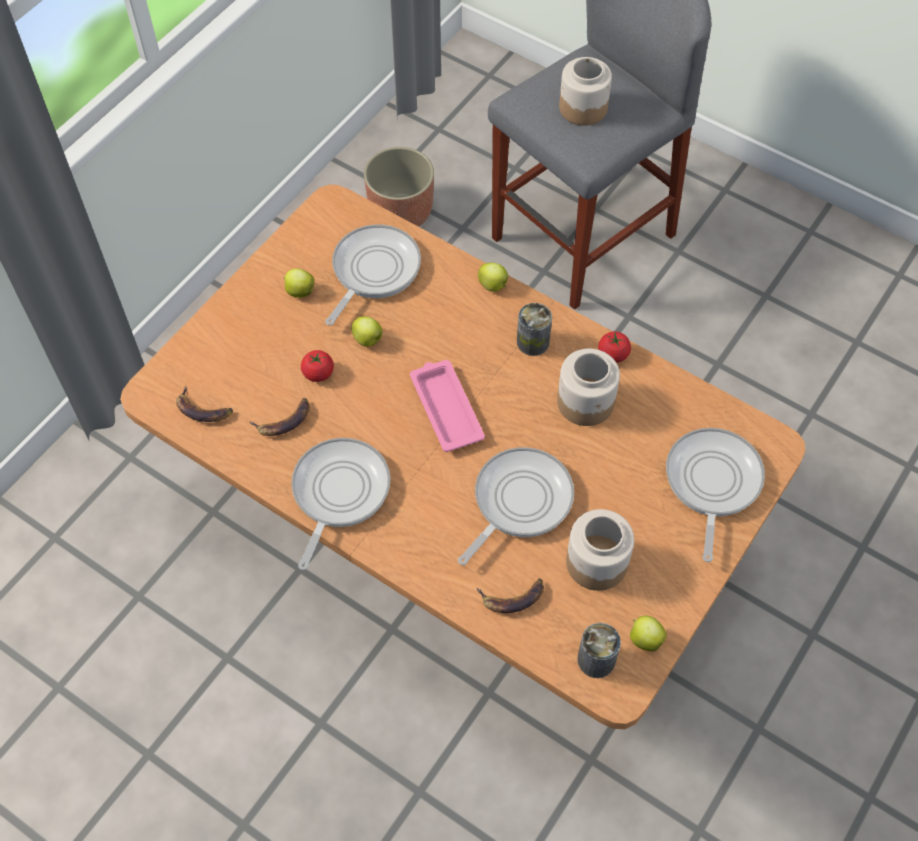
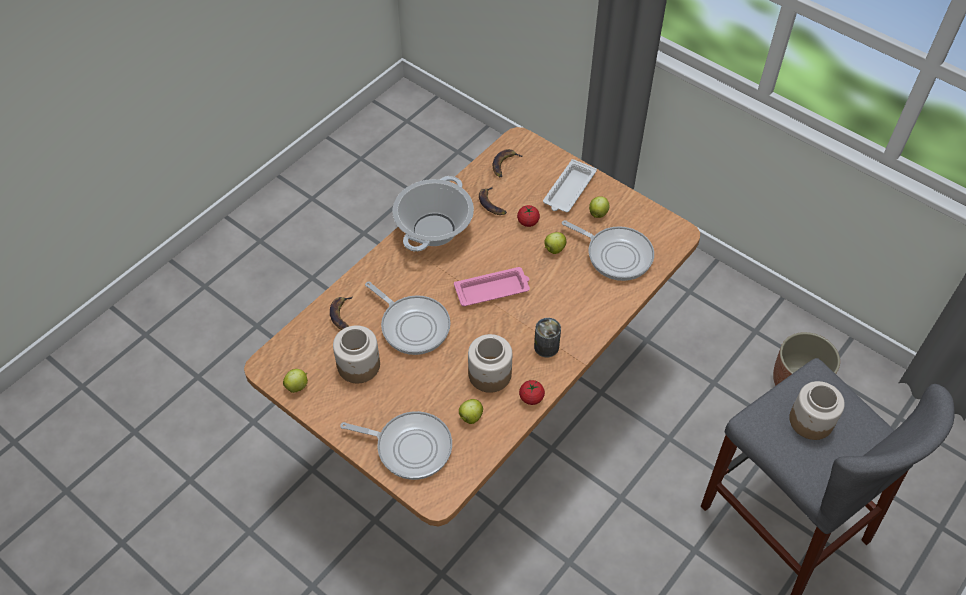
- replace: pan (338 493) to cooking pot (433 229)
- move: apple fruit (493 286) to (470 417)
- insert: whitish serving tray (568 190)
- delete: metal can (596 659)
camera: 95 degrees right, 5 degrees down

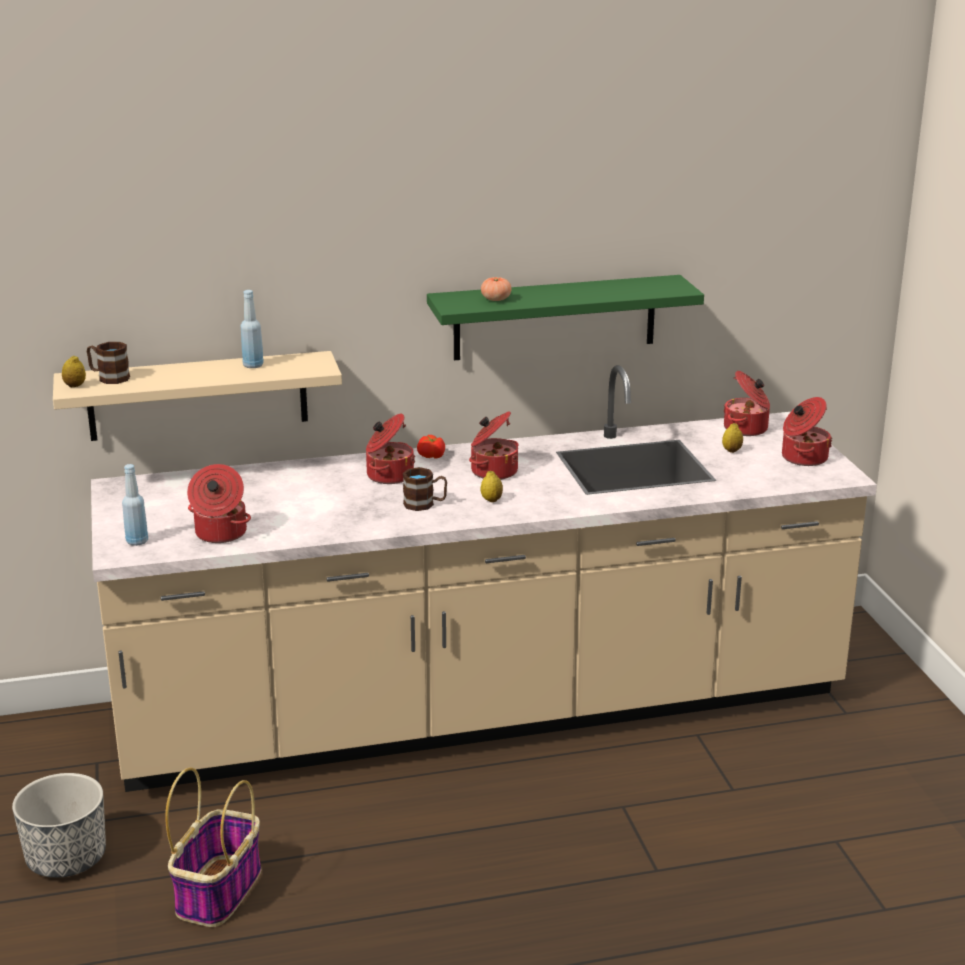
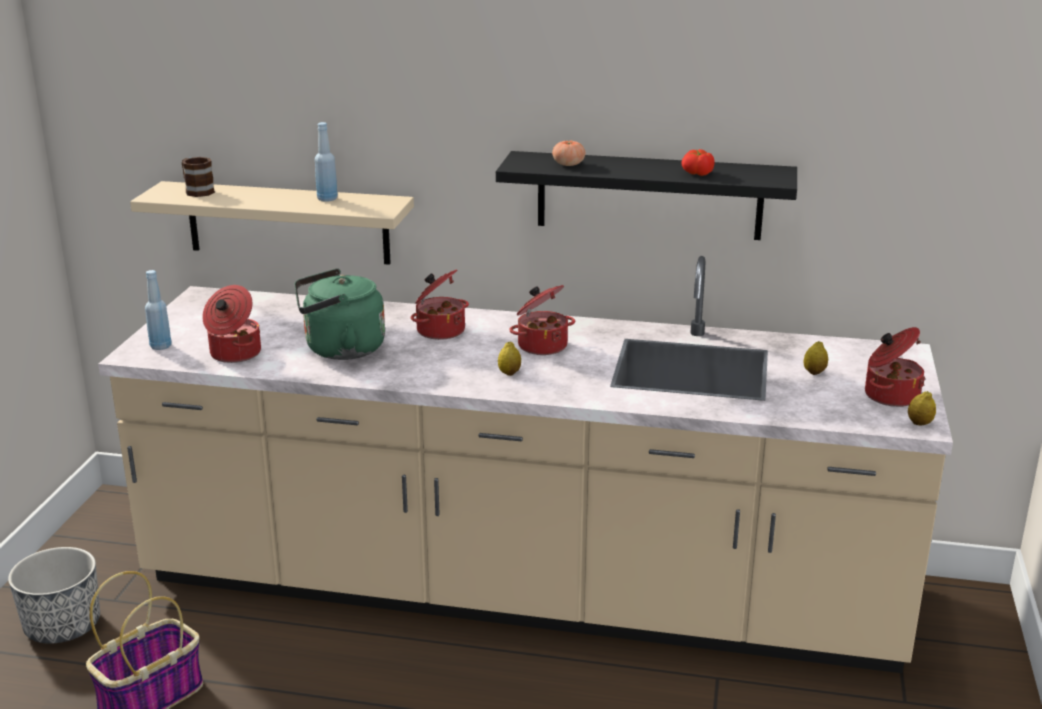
- insert: green water kettle (340 349)
- recolor: green wall shelf (555 317) to black-coloured wall shelf (649 195)
- move: fresh tomato (431 456) to (697 173)
- move: lemon (75 386) to (919 423)
- delete: brown mug (425 504)
- delete: cooking pot (747 429)
camera: 25 degrees right, 0 degrees up

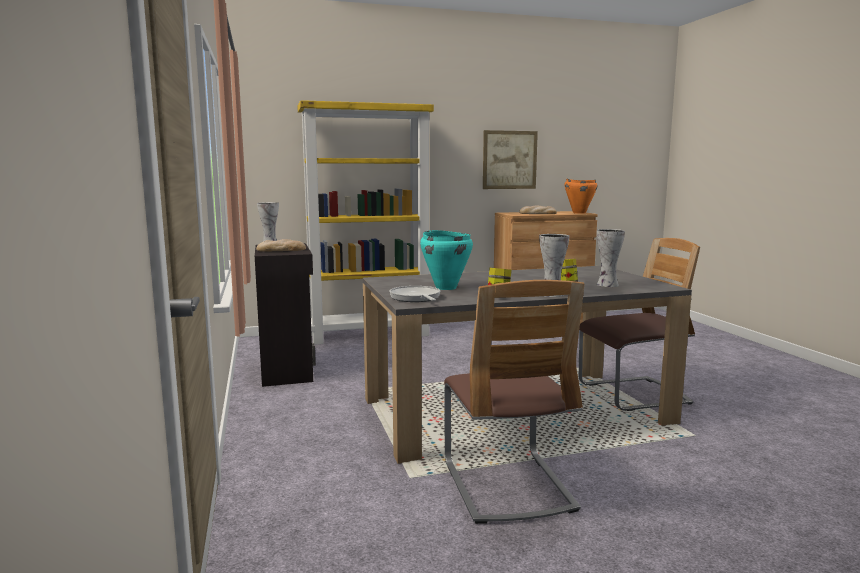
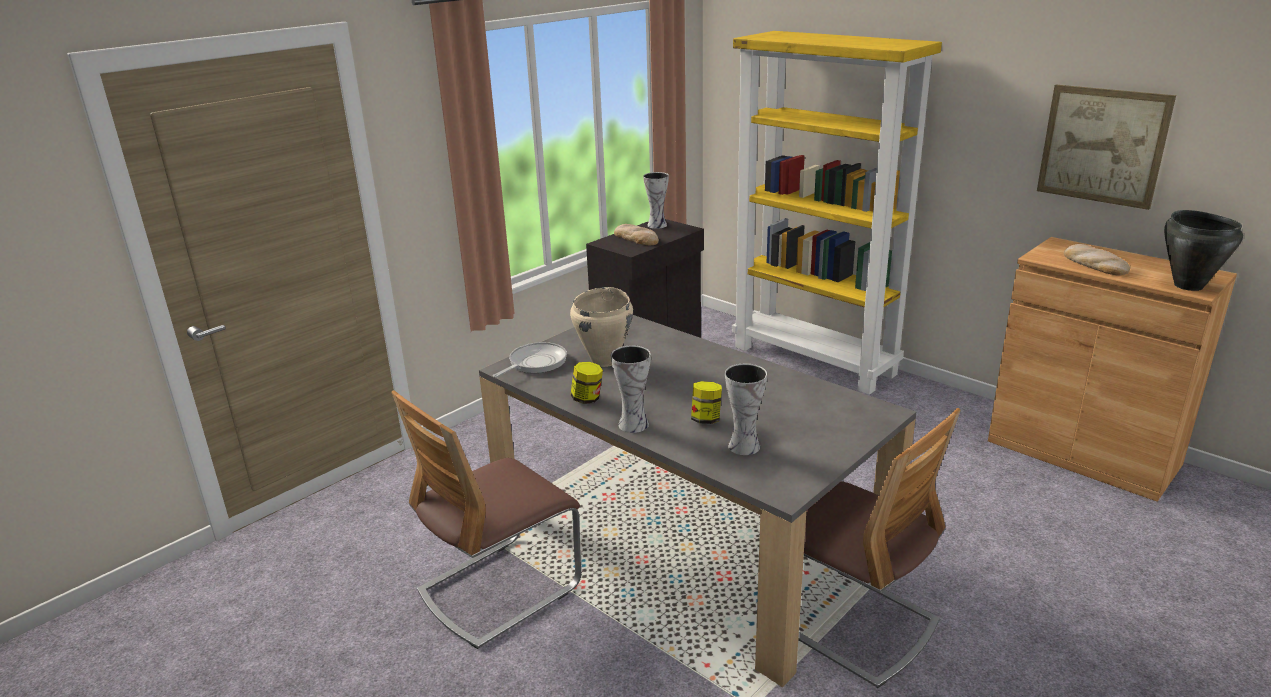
- recolor: turquoise cooking pot (446 288) to beige cooking pot (605 361)
- recolor: orange cooking pot (579 213) to black-coloured cooking pot (1188 285)
camera: 60 degrees right, 15 degrees up

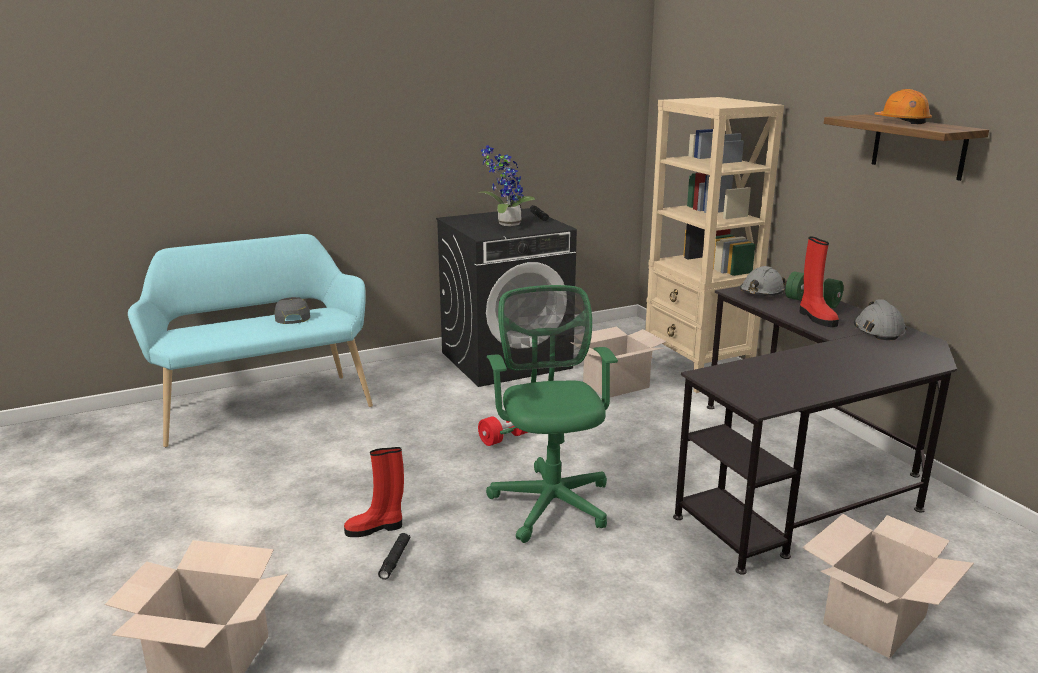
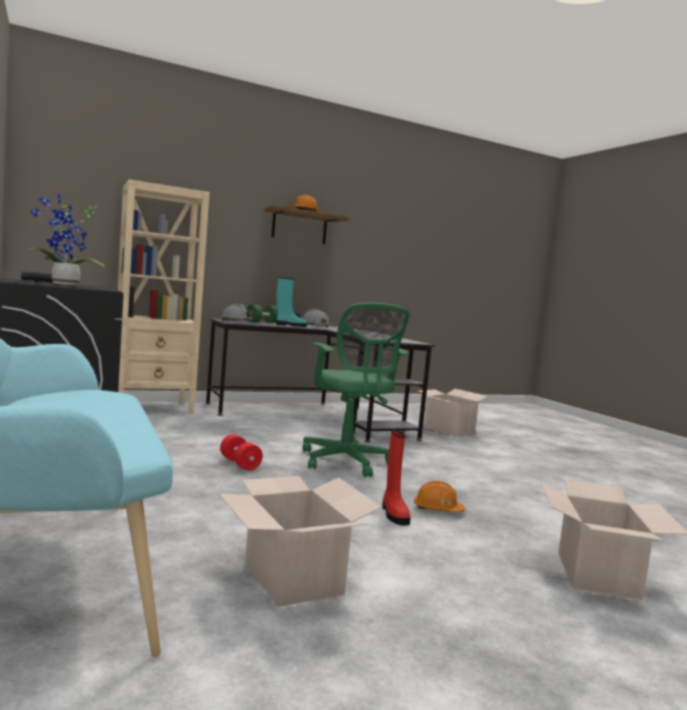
- move: packing box (616 385) to (294 578)
- recolor: reddish high-top boot (816 318) to turquoise high-top boot (290 325)
- rotate: green office chair (551 500) = (347 462) 105 degrees counterclockwise
- replace: black-coloured hand torch (395 560) to orange work helmet (437 509)
- delete: gray peaked cap (292 317)
camera: 90 degrees left, 15 degrees down

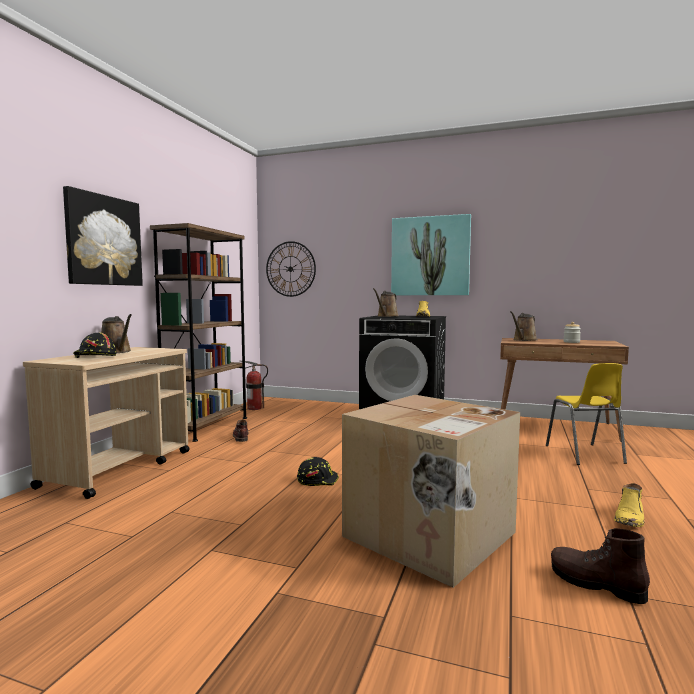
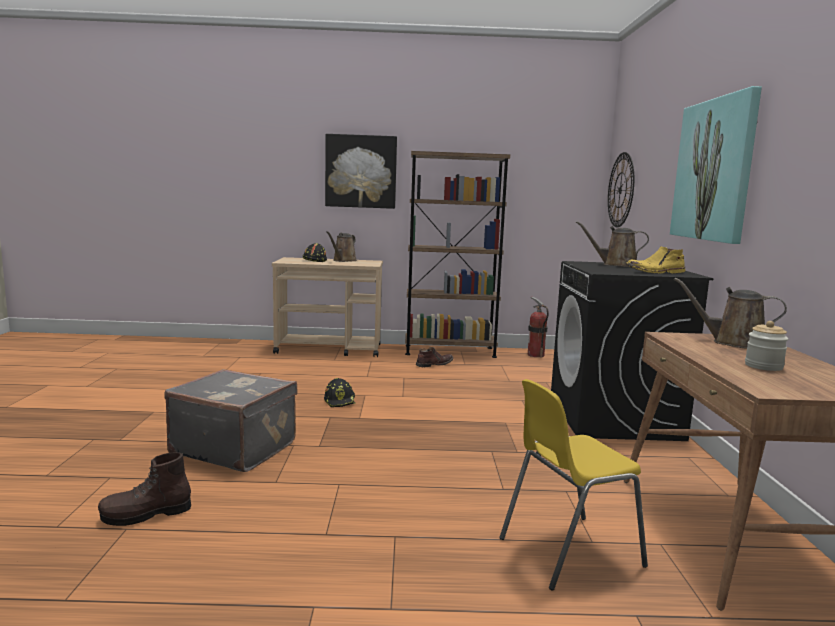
- rotate: brown high-top boot (595 584) = (146 514) 135 degrees counterclockwise
- replace: packing box (430 535) to gray travel case (235 448)
- delete: yellow-coloured high-top boot (630 518)
camera: 70 degrees right, 5 degrees up

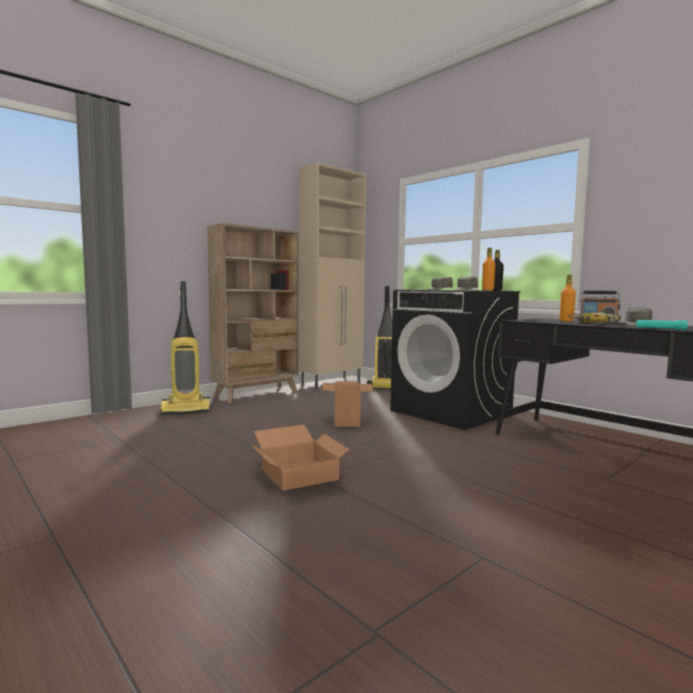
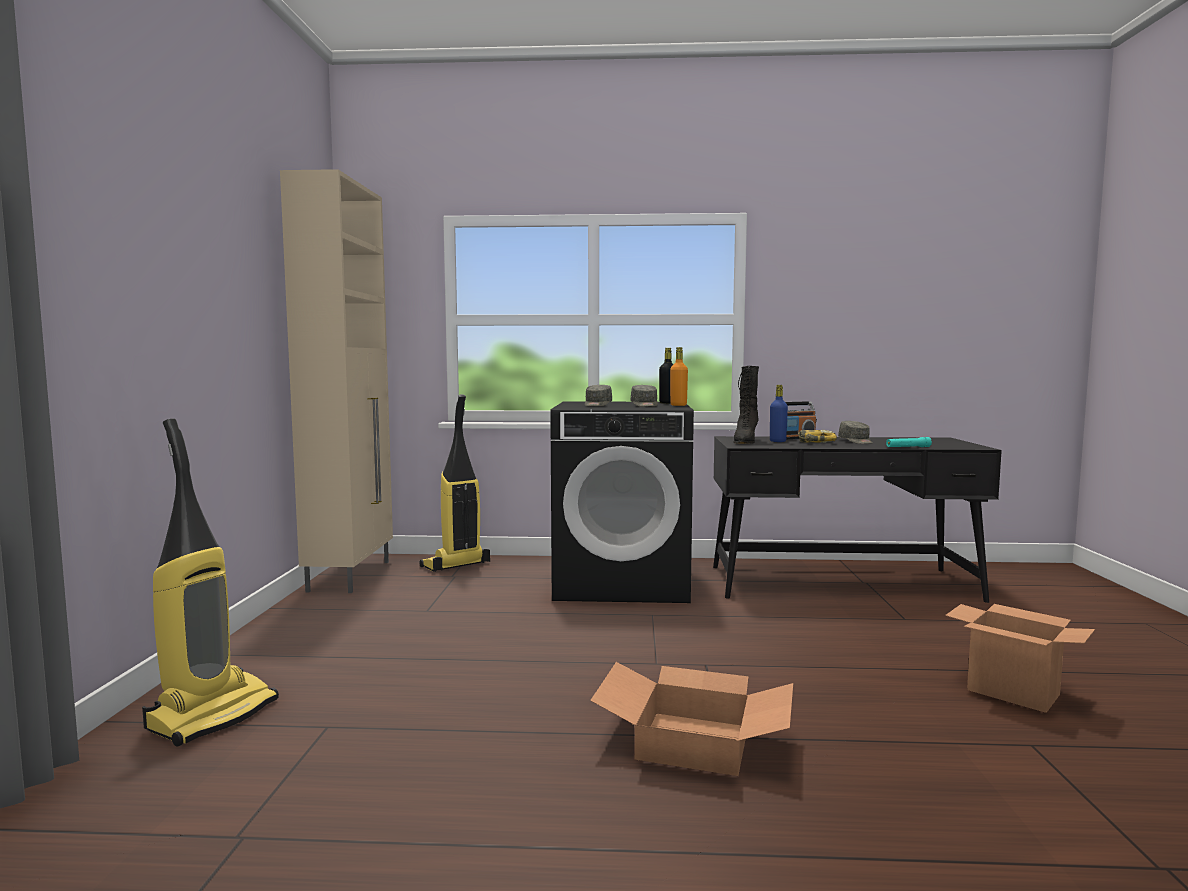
- insert: black-coloured high-top boot (745 441)
- recolor: orange bottle (566 321) to bluish bottle (777 441)
- move: packing box (346 421) to (1011 692)
- delete: beige shelving unit (257 394)
camera: 45 degrees left, 0 degrees up

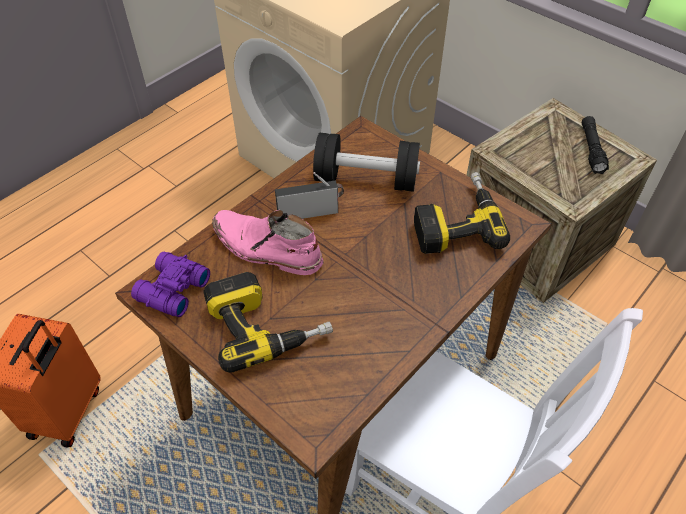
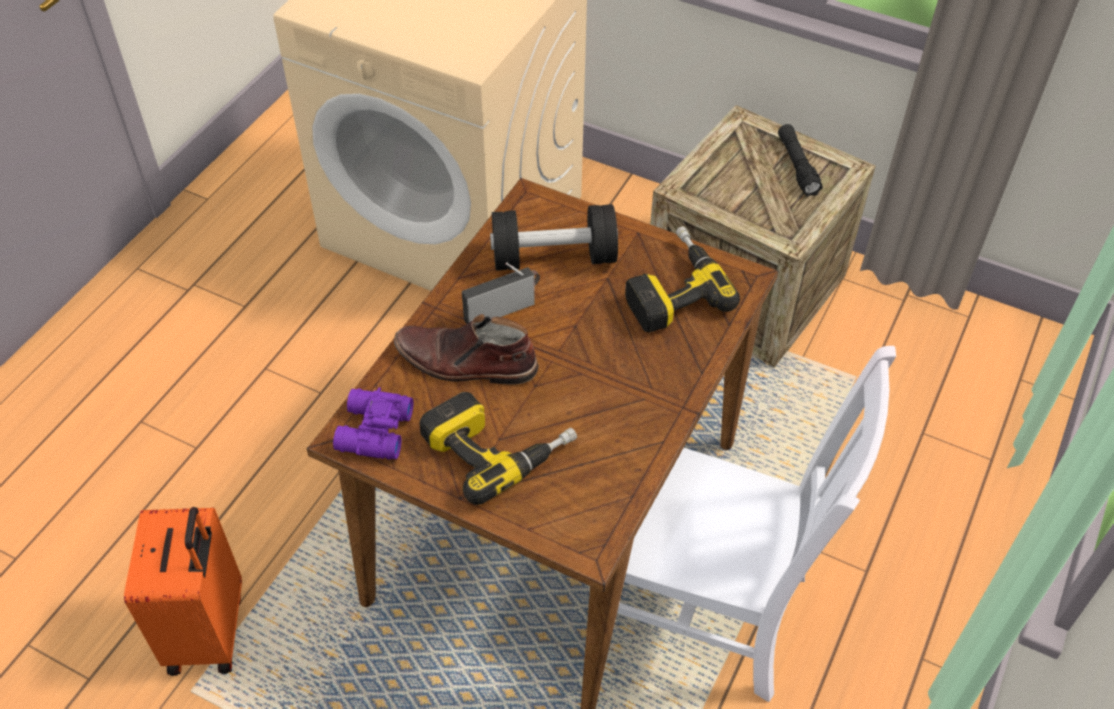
- recolor: pinkish high-top boot (266 249) to brown high-top boot (465 363)
camera: 15 degrees left, 0 degrees up

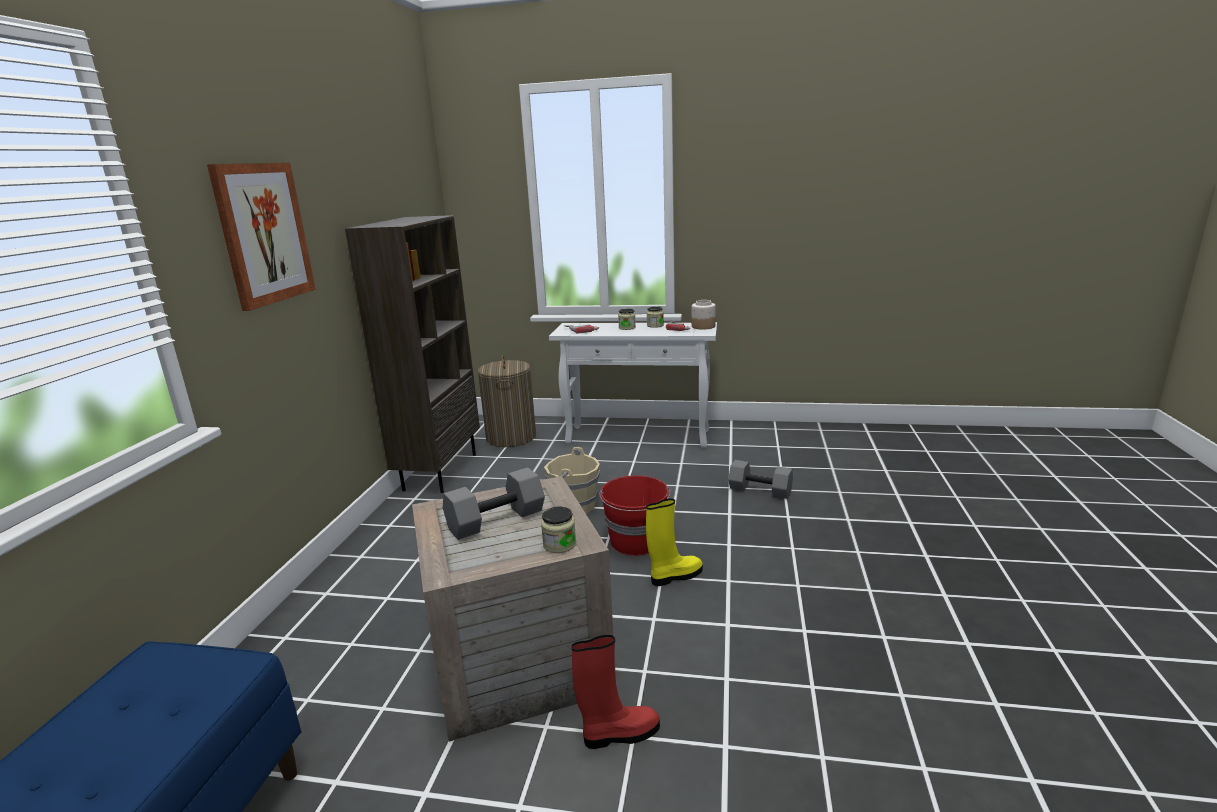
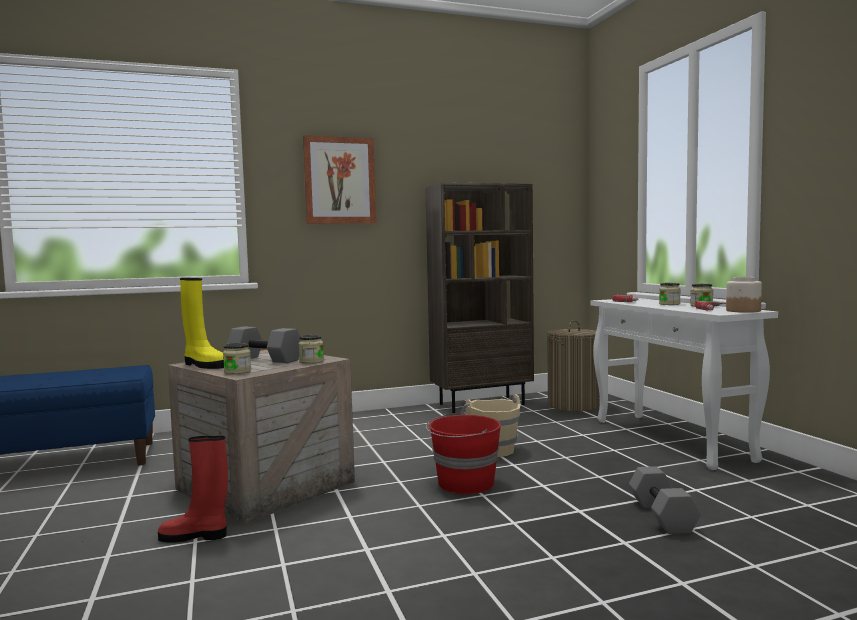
- rotate: reddish high-top boot (619 734) = (195 536) 135 degrees clockwise
- move: yellow-coloured high-top boot (675 576) to (204 365)
- insert: jar (311 361)
camera: 60 degrees right, 15 degrees down

